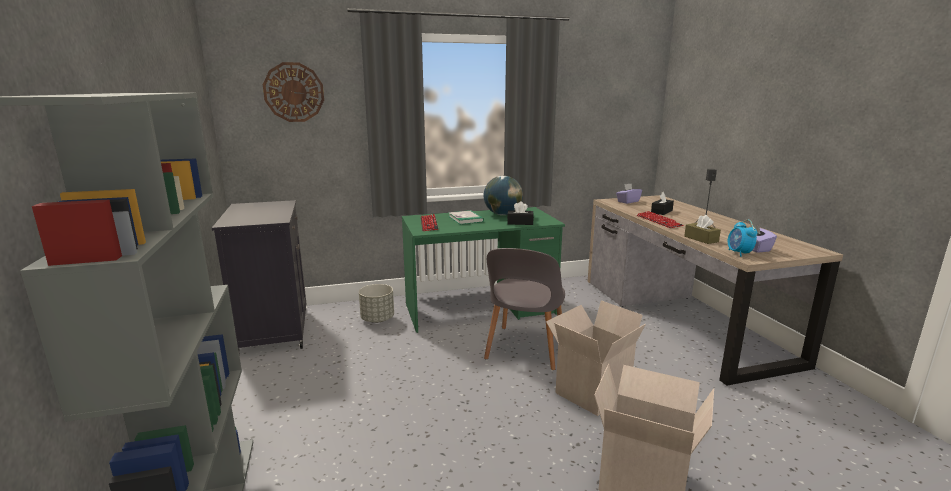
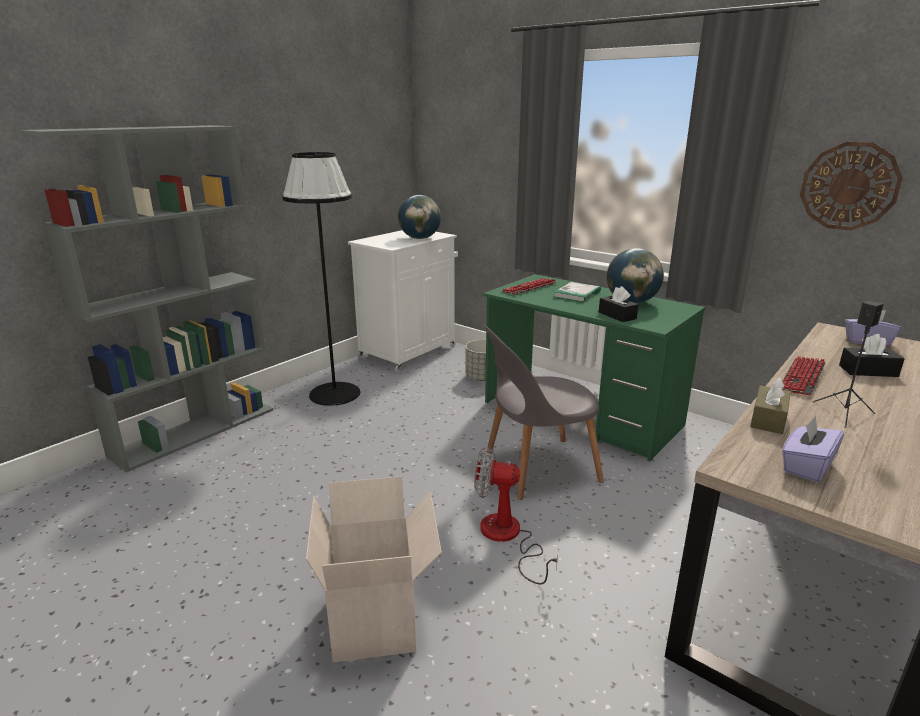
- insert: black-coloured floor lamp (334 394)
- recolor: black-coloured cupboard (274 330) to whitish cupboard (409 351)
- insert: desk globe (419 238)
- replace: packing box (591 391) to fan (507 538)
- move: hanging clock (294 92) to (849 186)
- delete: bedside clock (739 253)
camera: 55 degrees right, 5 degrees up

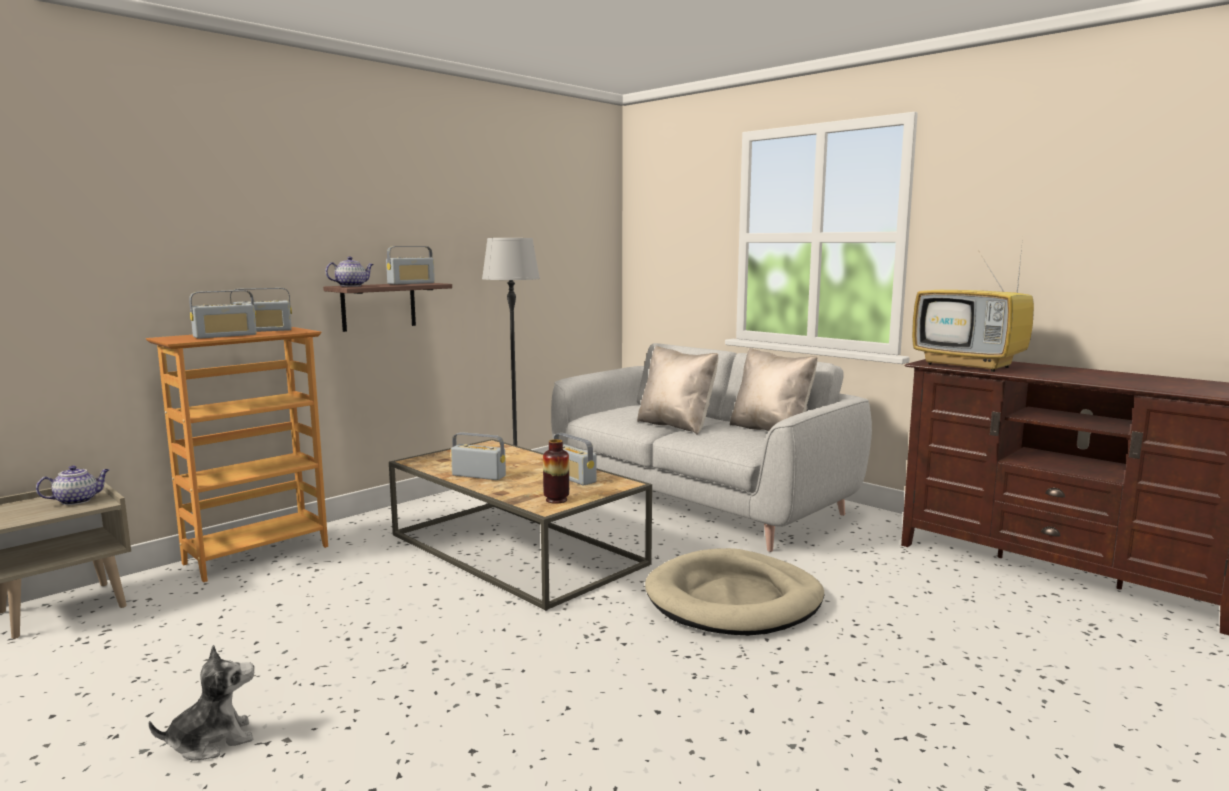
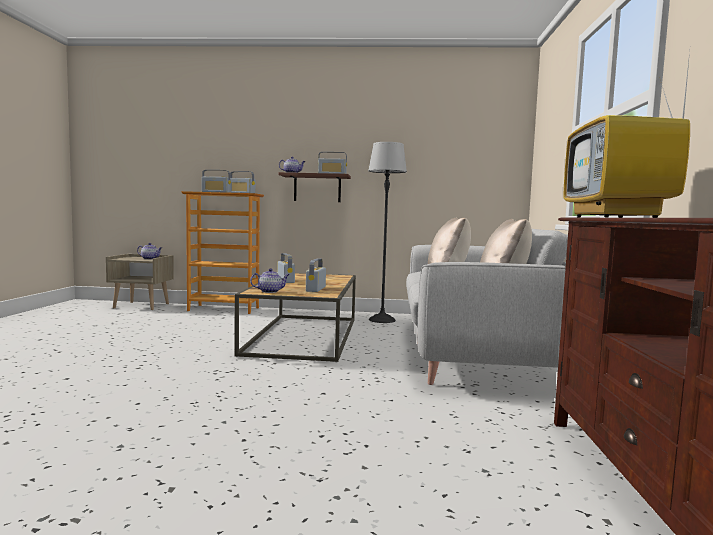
- replace: vase (556 500) to pot for tea (270 291)
- delete: plush toy (212 741)
- delete: beige pet bed (734 600)
camera: 50 degrees right, 5 degrees down

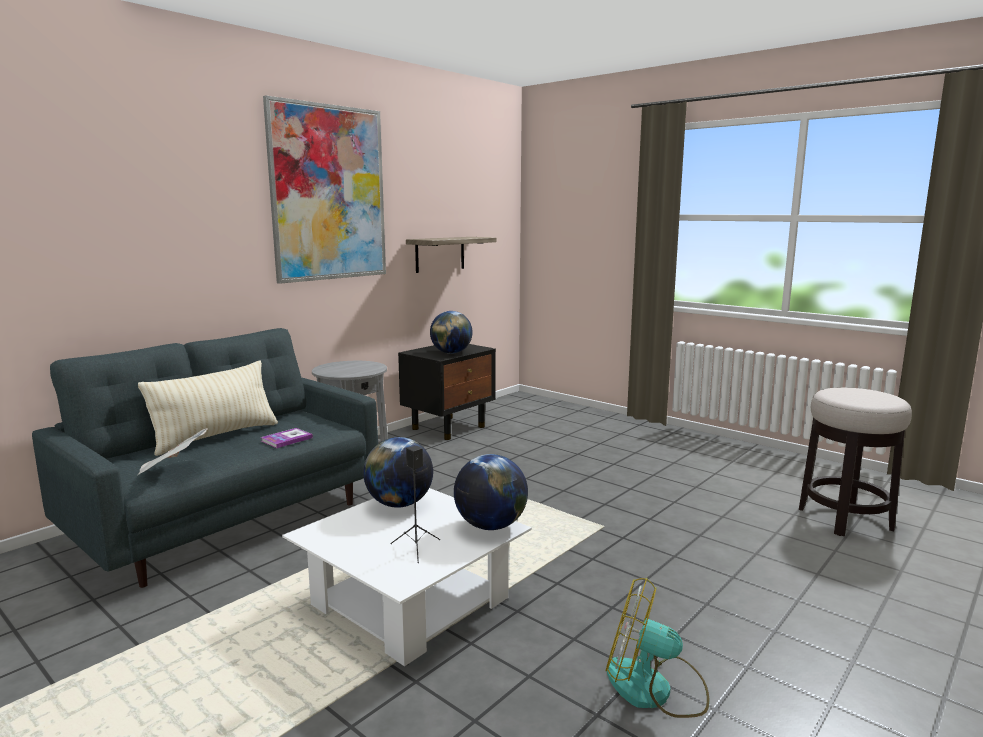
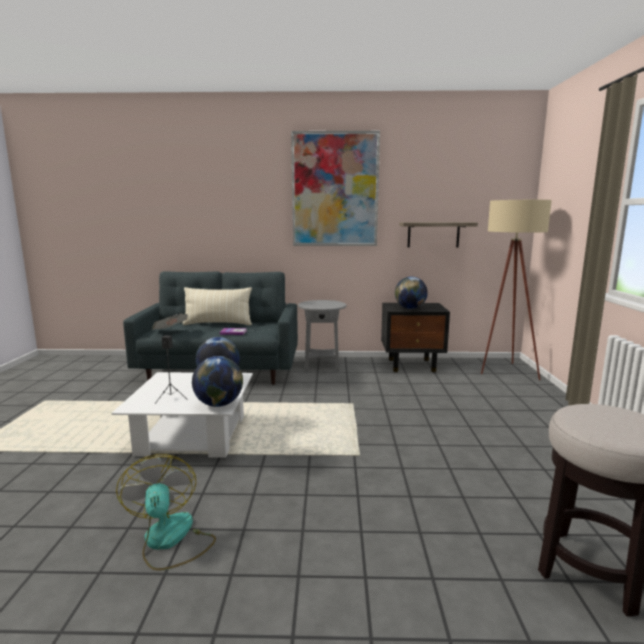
- insert: beige floor lamp (504 372)
camera: 50 degrees right, 0 degrees up

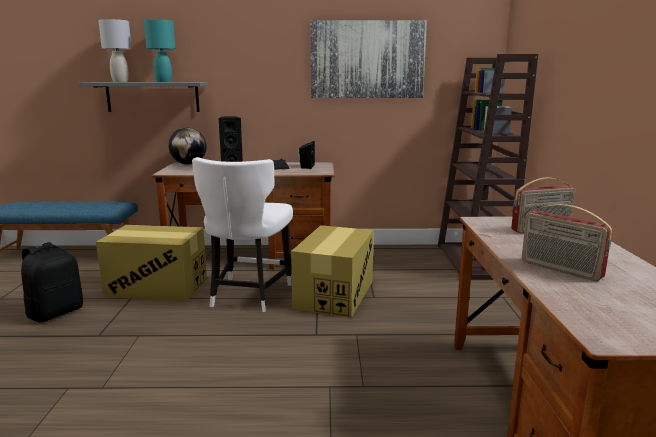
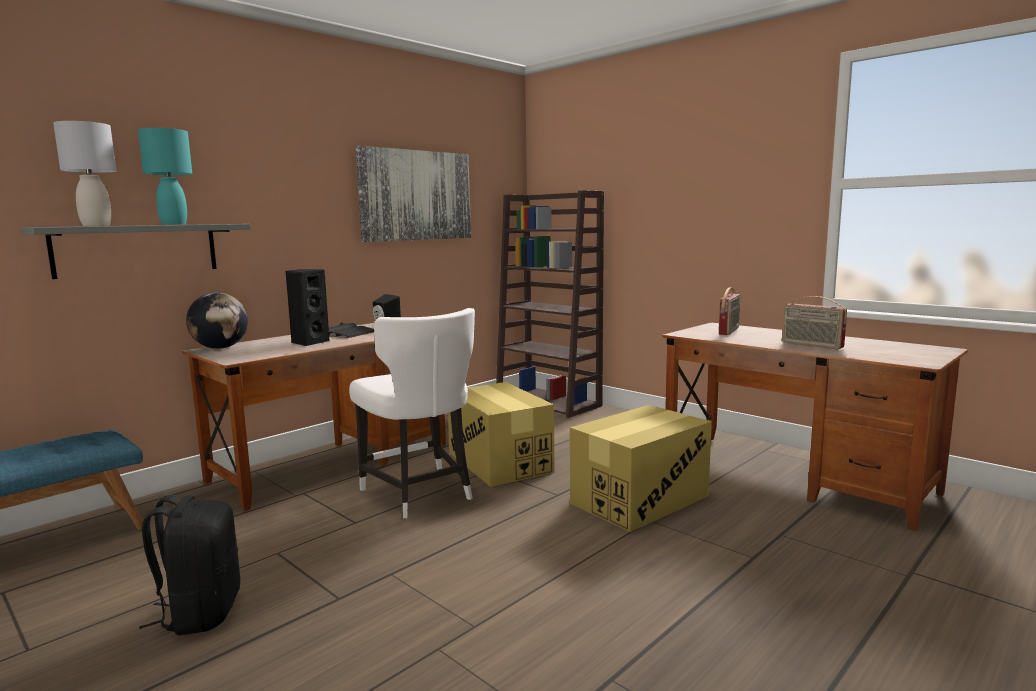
- move: packing box (157 287) to (640 499)
- rotate: radio set (560 270) = (811 345) 45 degrees clockwise
camera: 45 degrees left, 5 degrees down

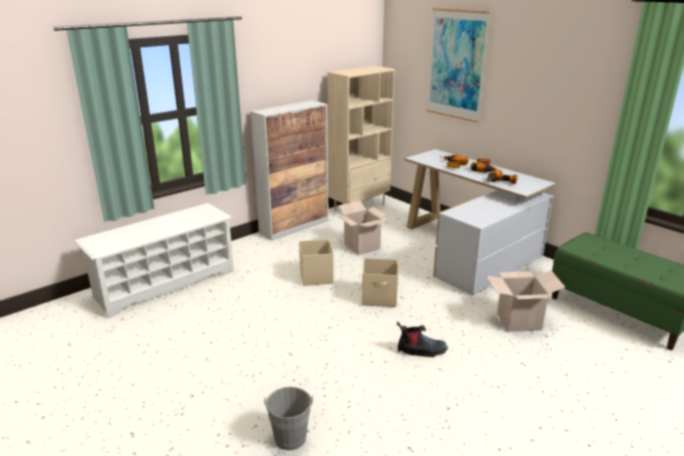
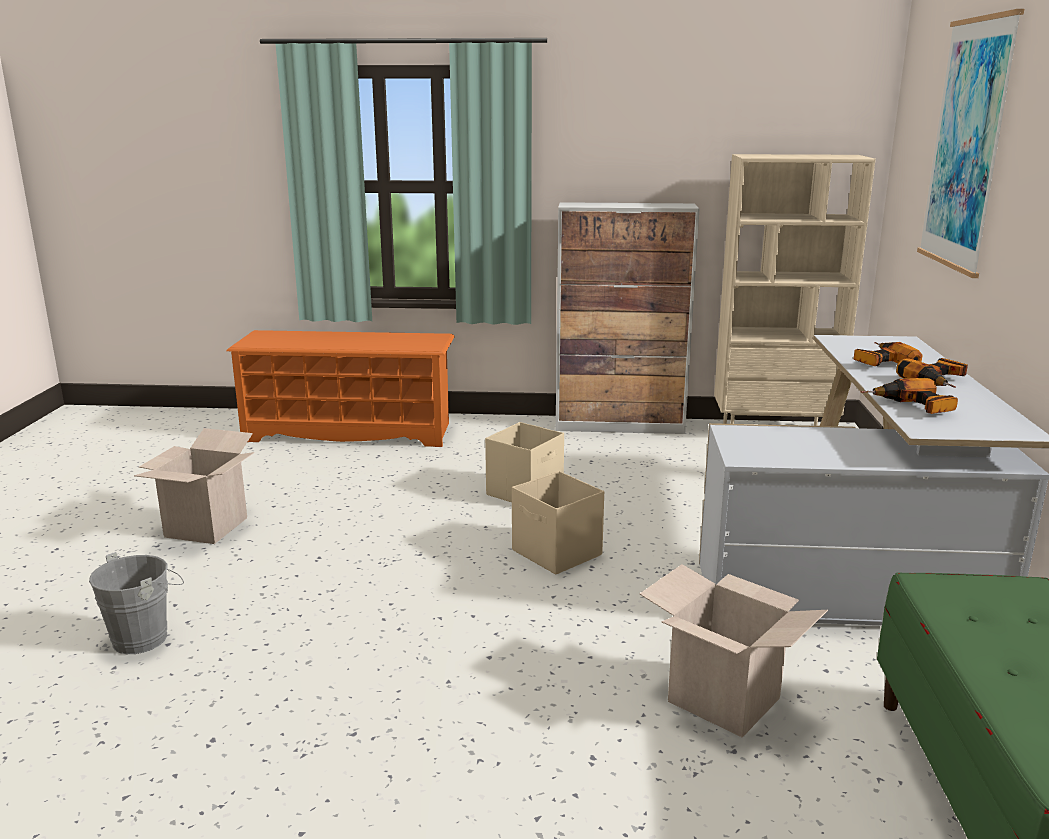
- move: packing box (362 246) to (206 527)
- recolor: whitish shoe shelf (165 284) to orange shoe shelf (350 432)
- delete: high-top boot (421 351)
camera: 45 degrees right, 5 degrees down

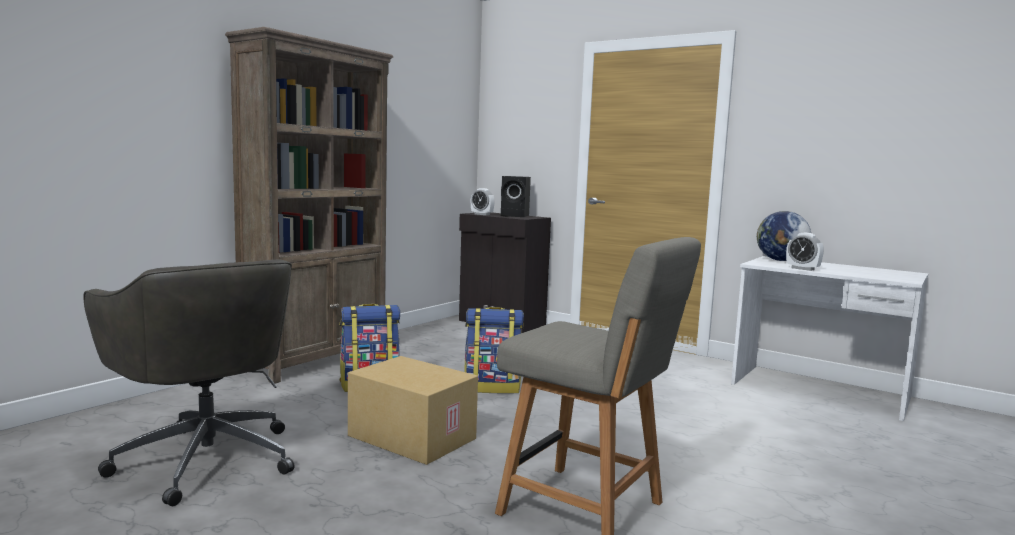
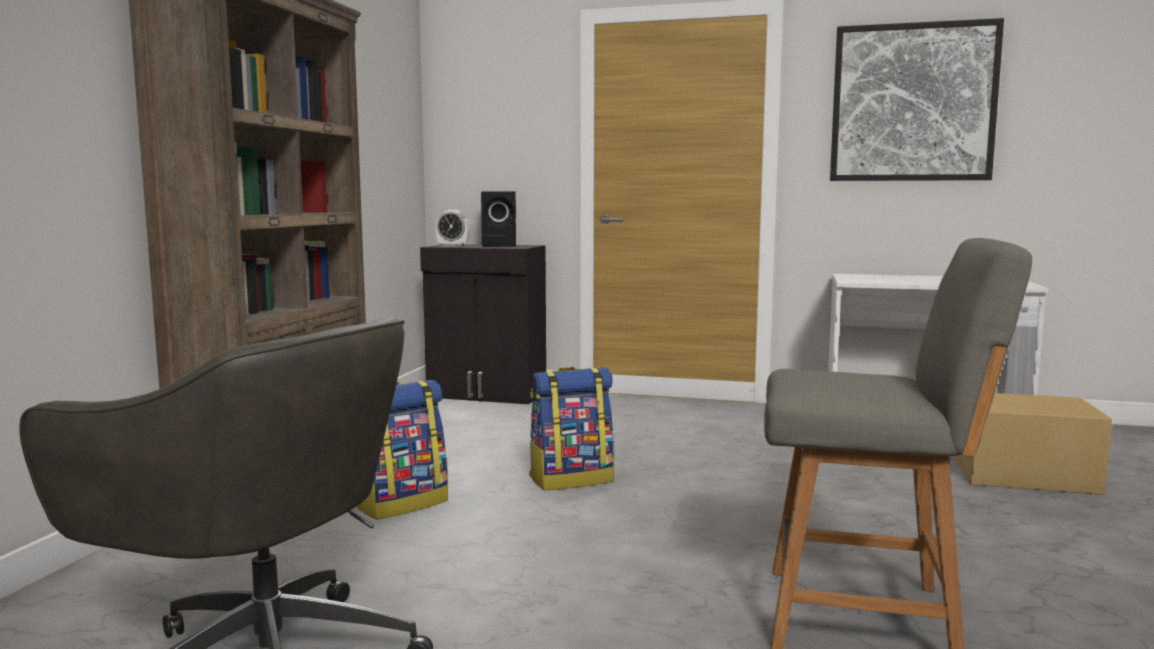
- insert: picture (912 103)
- move: packing box (410 437) to (1023 476)
- delete: desk globe (780 260)
- delete: bedside clock (802 269)
camera: 20 degrees left, 0 degrees up

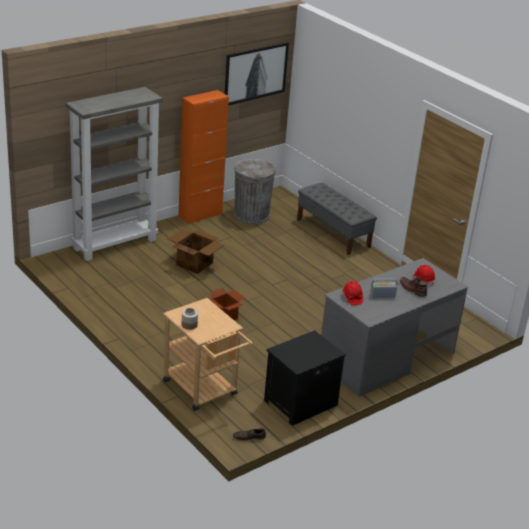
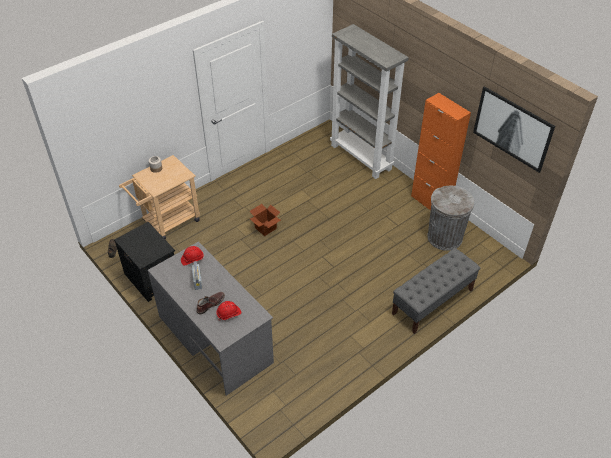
- delete: packing box (194 263)
camera: 90 degrees right, 15 degrees up

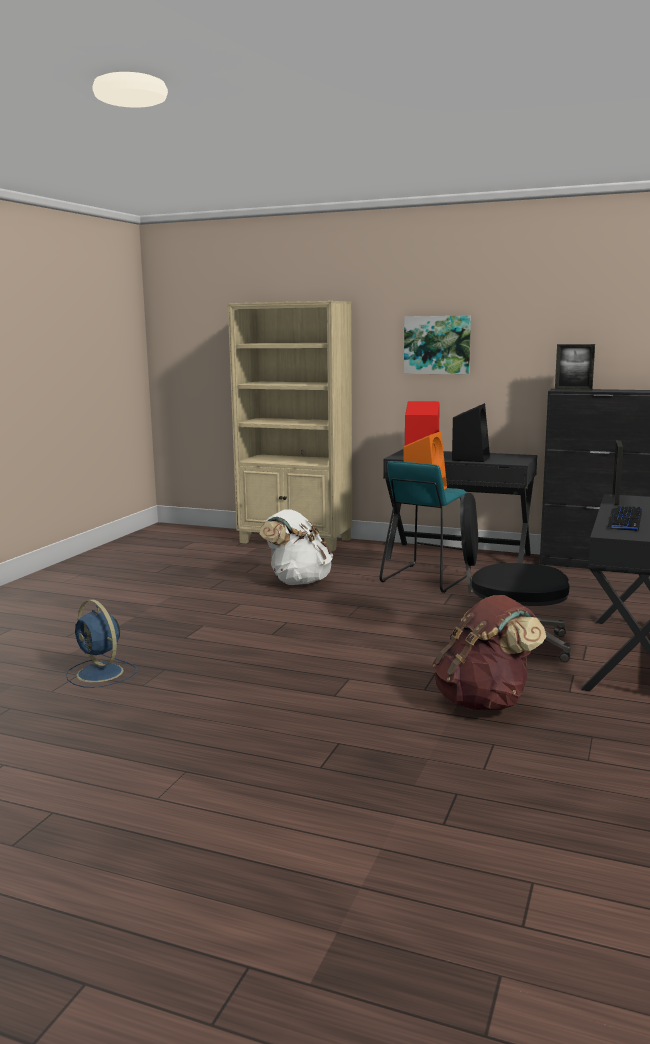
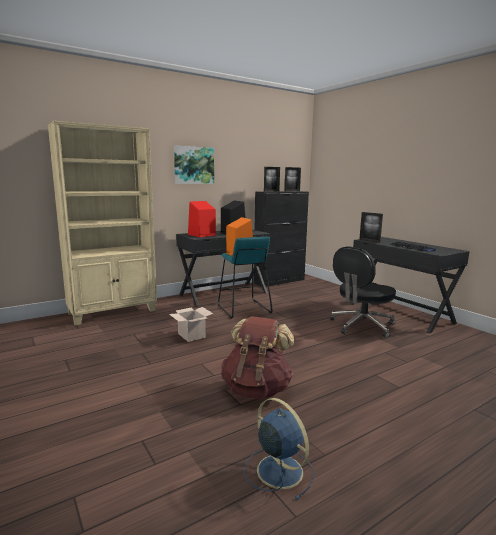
- replace: whitish backpack (297 581) to packing box (191 335)
- move: brown backpack (485 702) to (256 389)
- rotate: bluish fan (101 674) = (278 470) 120 degrees counterclockwise
- insert: picture frame (292 191)
camera: 55 degrees left, 0 degrees up

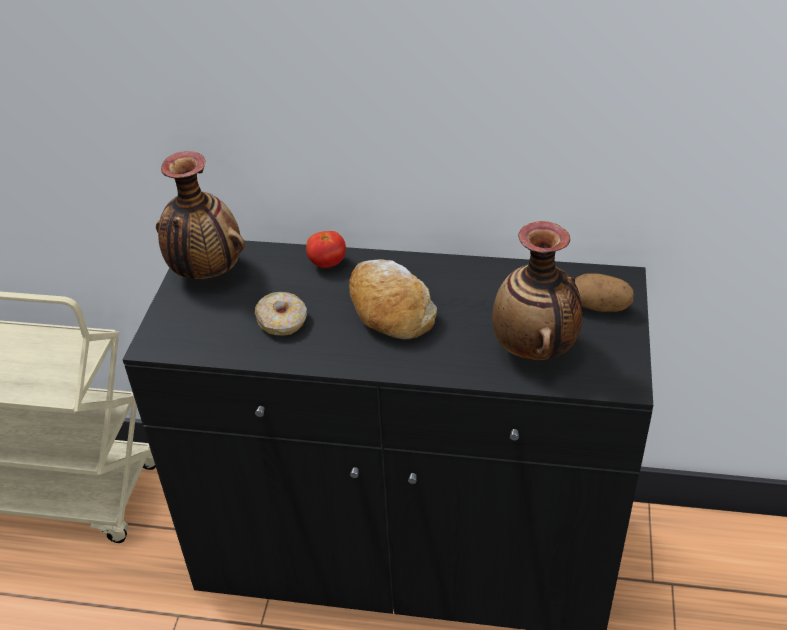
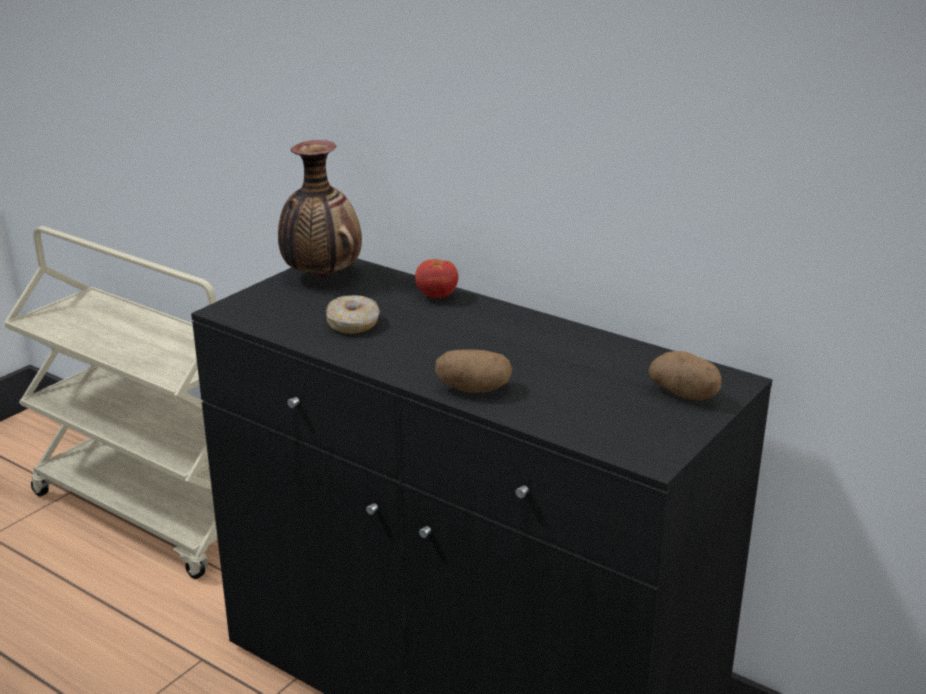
- insert: potato (473 389)
- delete: bakery bread (389 310)
- delete: vase (535 349)
camera: 25 degrees right, 15 degrees down

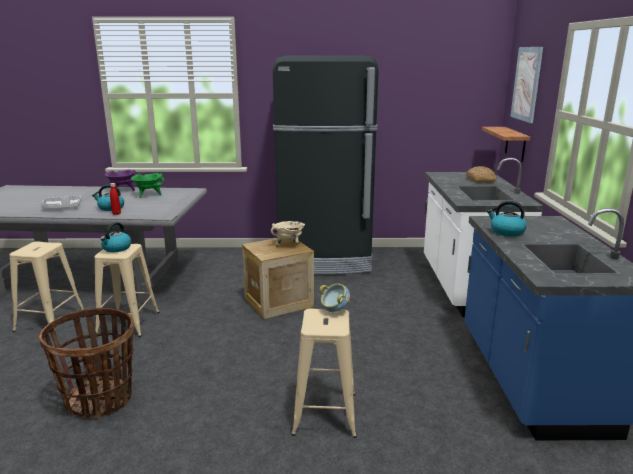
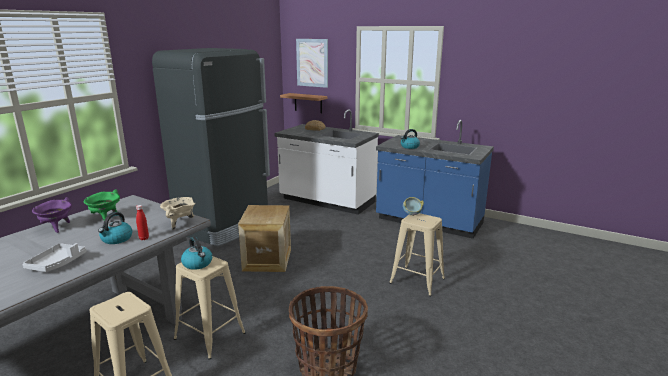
- move: beige cooking pot (289 245) to (180 223)
camera: 60 degrees left, 0 degrees up

